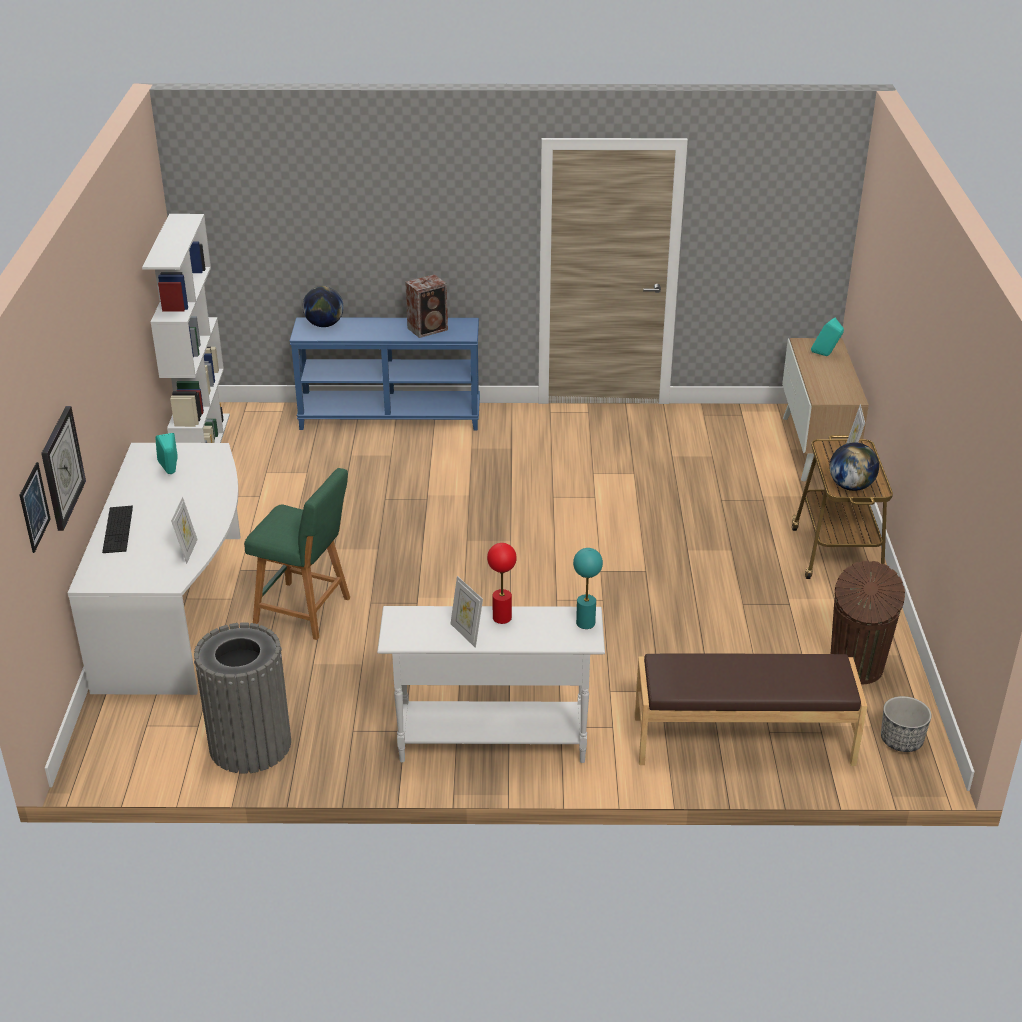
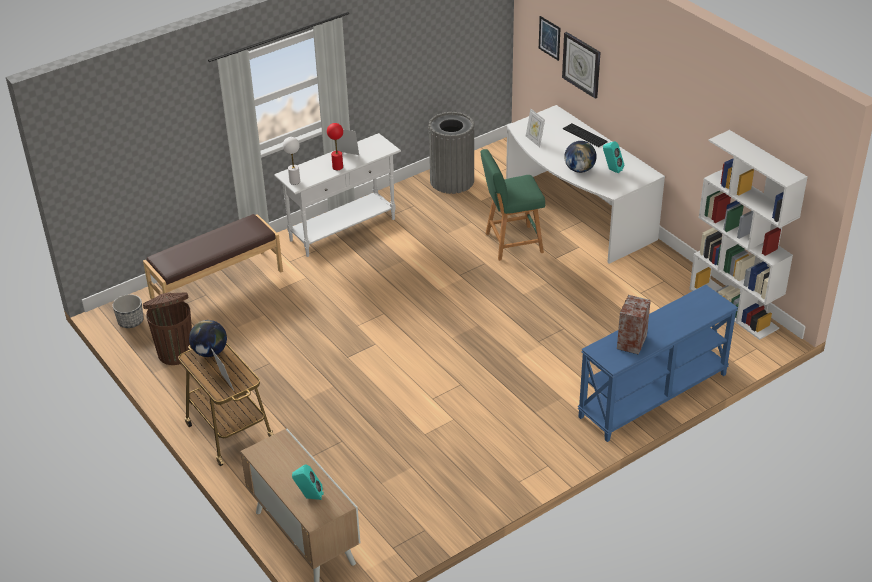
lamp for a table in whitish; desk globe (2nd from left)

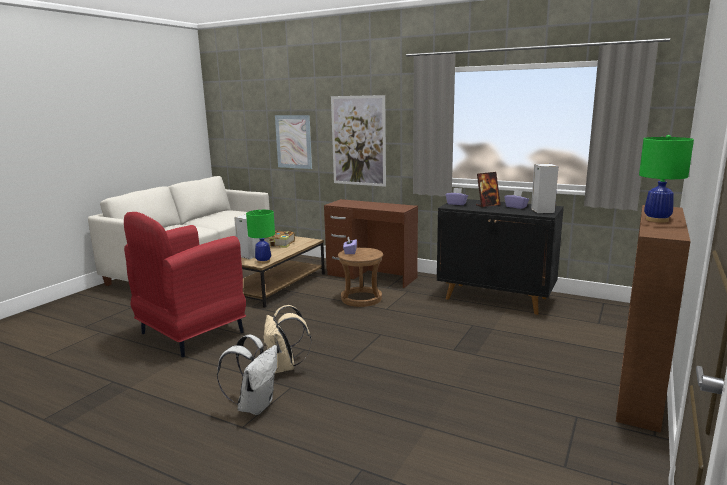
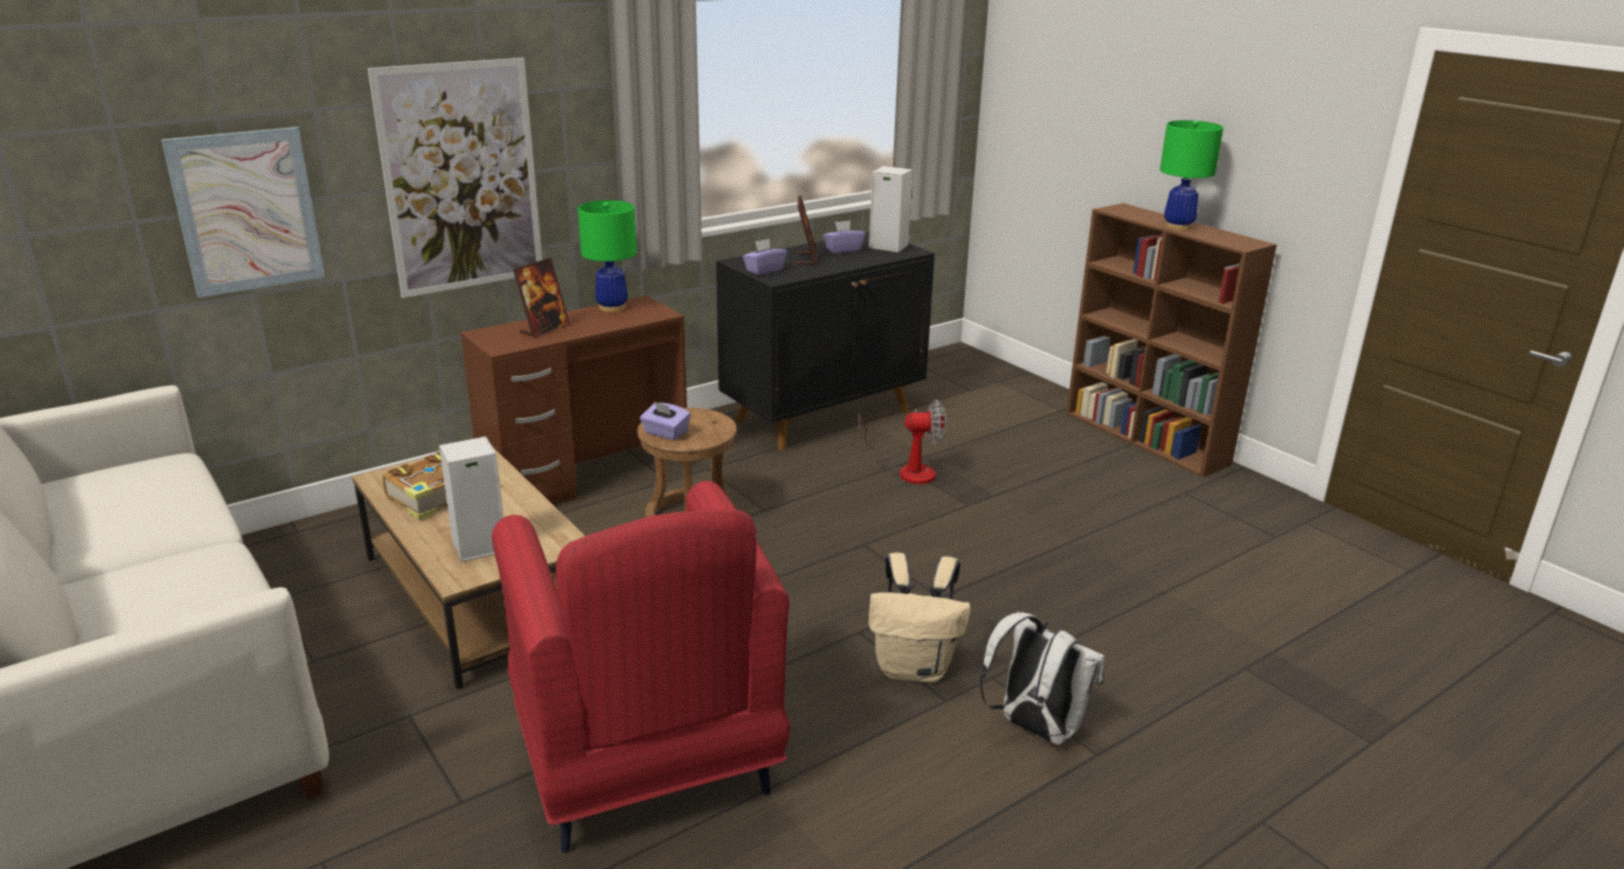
photo frame (1st from left); lamp for a table in green (1st from left); cooling fan

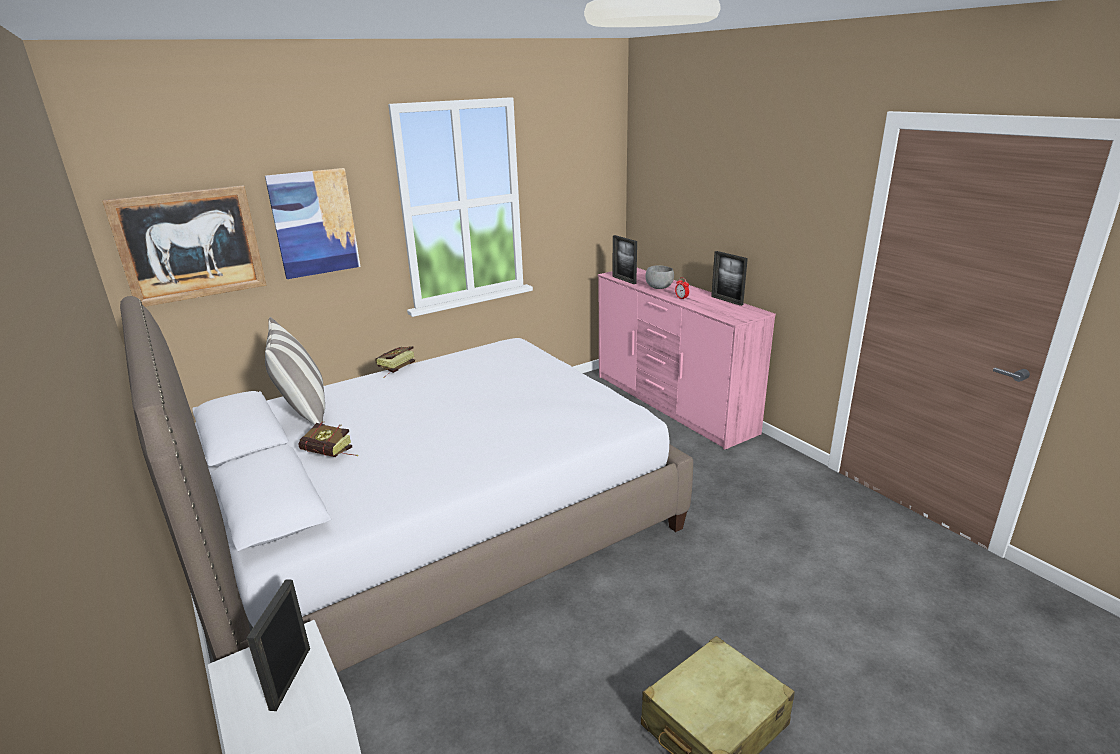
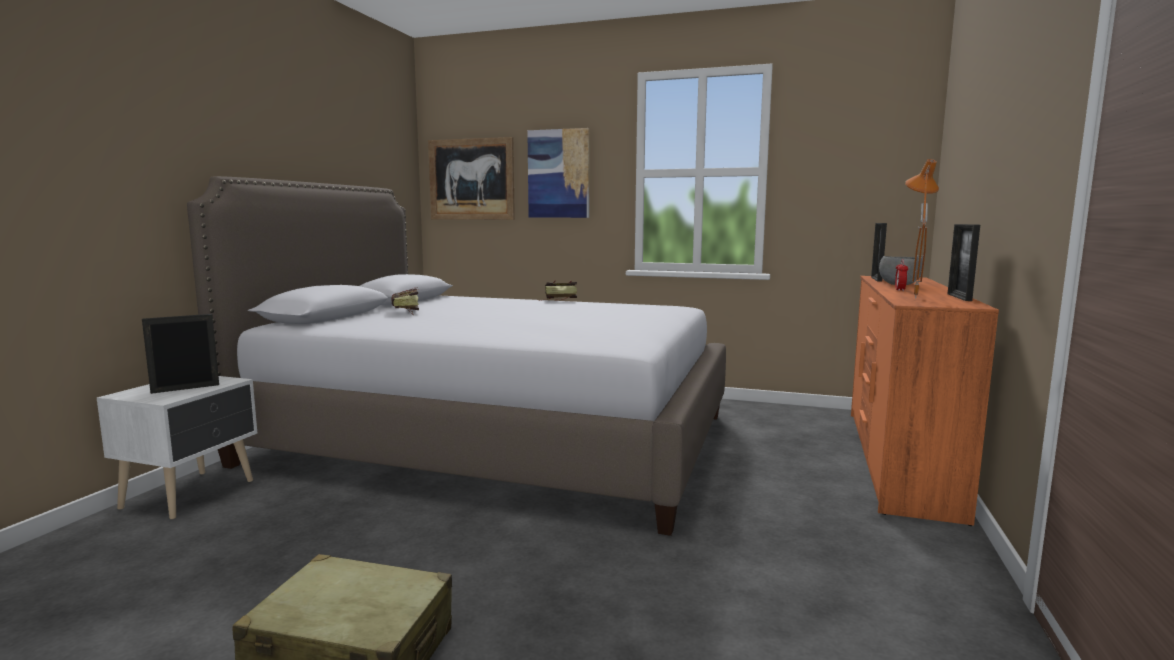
chest of drawers in orange; lamp for a table in orange; cushion

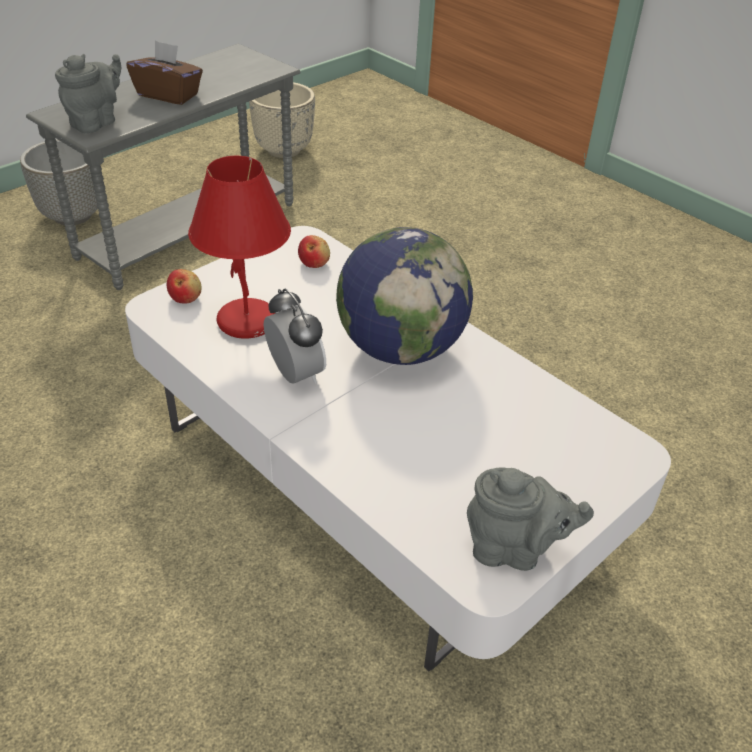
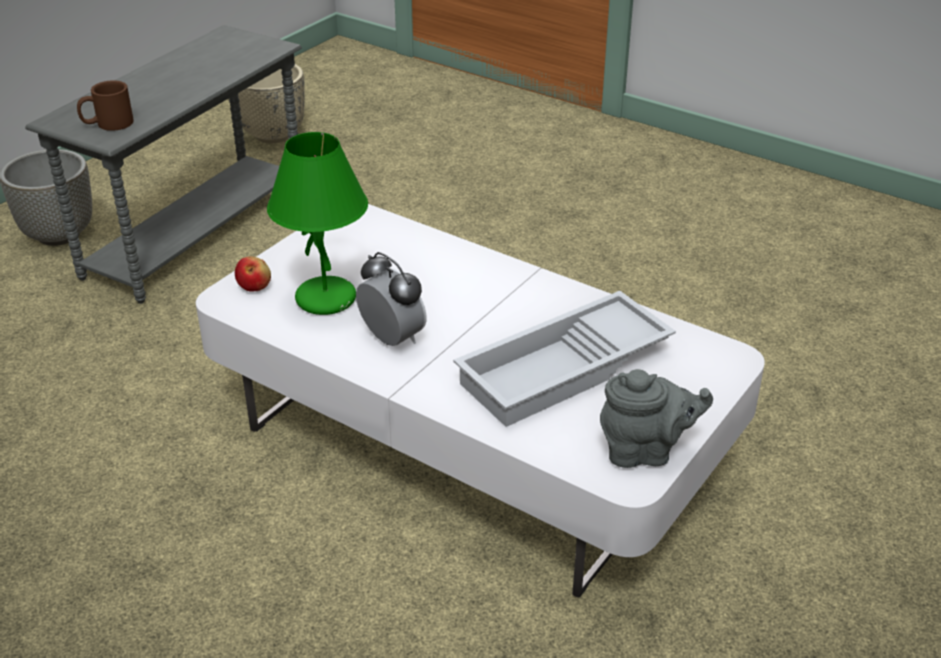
coffee mug in brownish; lamp for a table in green; tray in whitish; box of tissues in brownish; apple fruit (2nd from left in the first image); desk globe

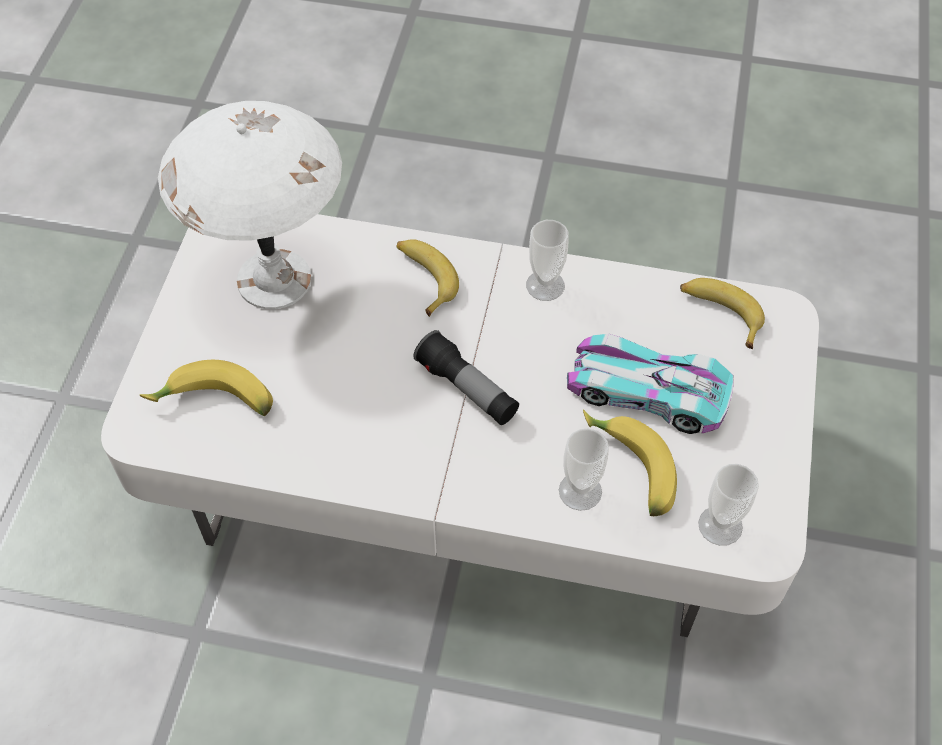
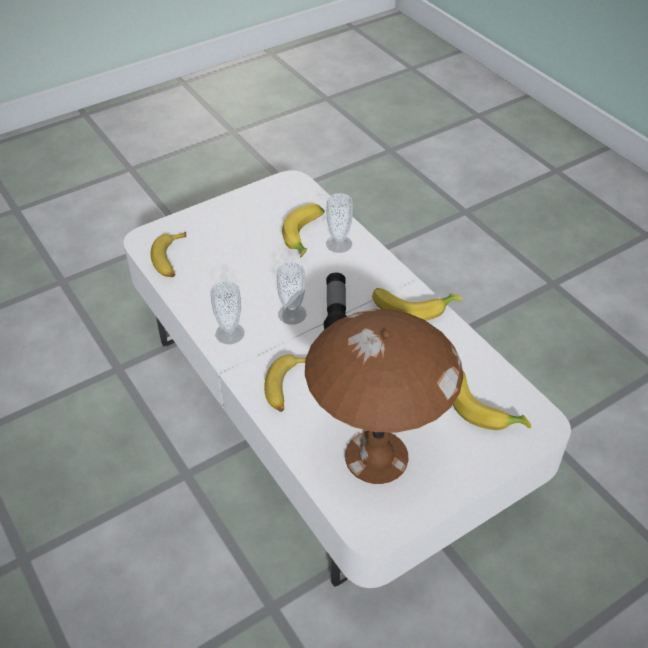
drinking cup (2nd from left); lamp for a table in brownish; whole banana (4th from left); toy car

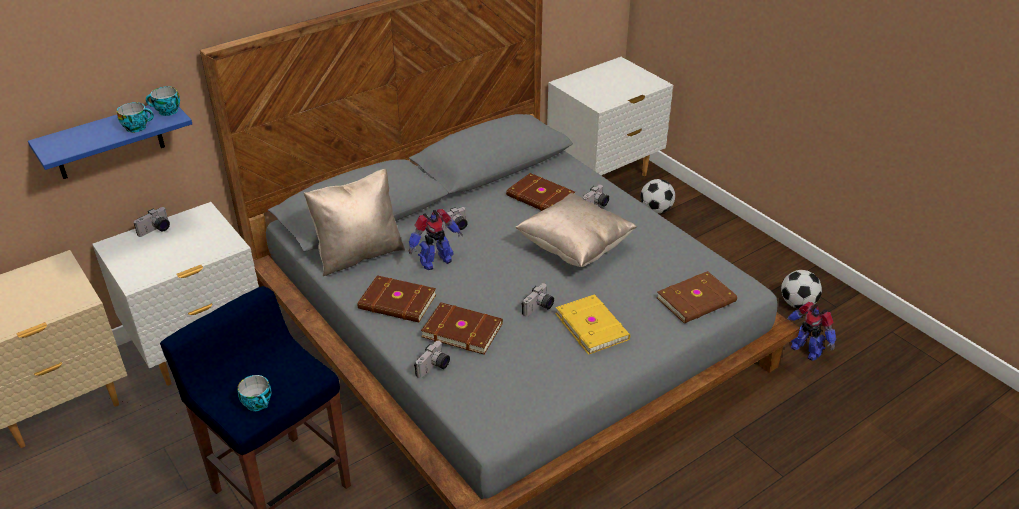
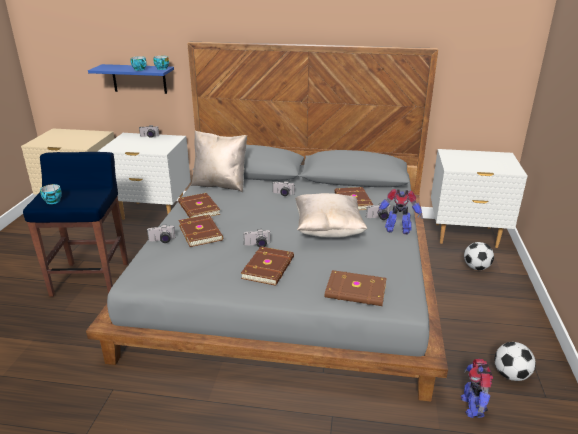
volume in brownish (3rd from left); model robot (1st from left)

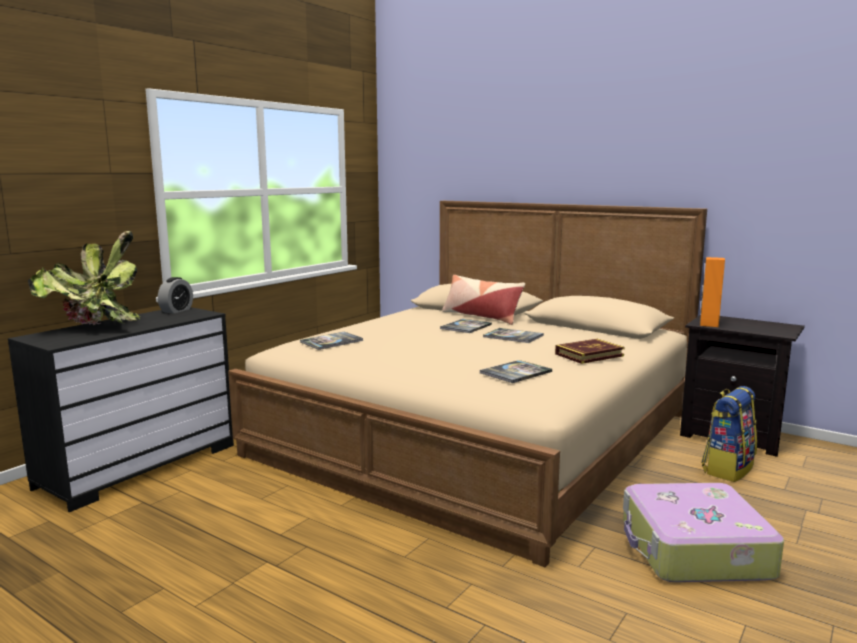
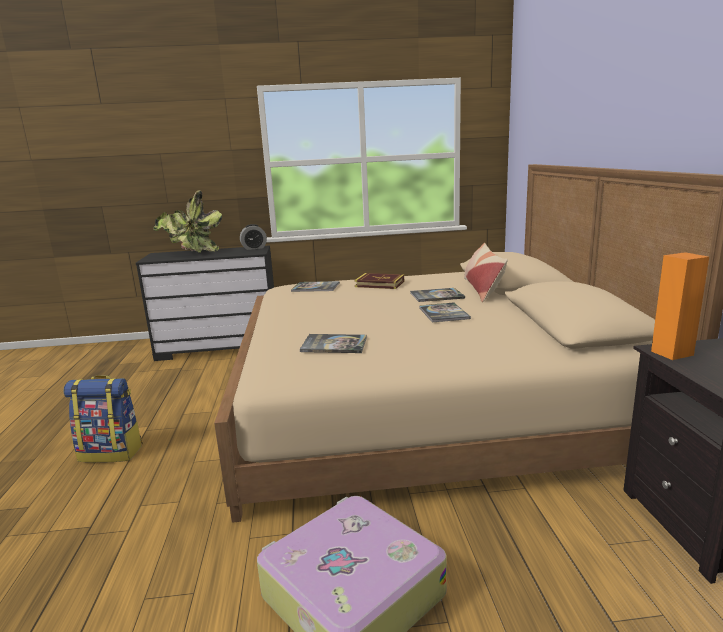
rucksack; volume (3rd from left)

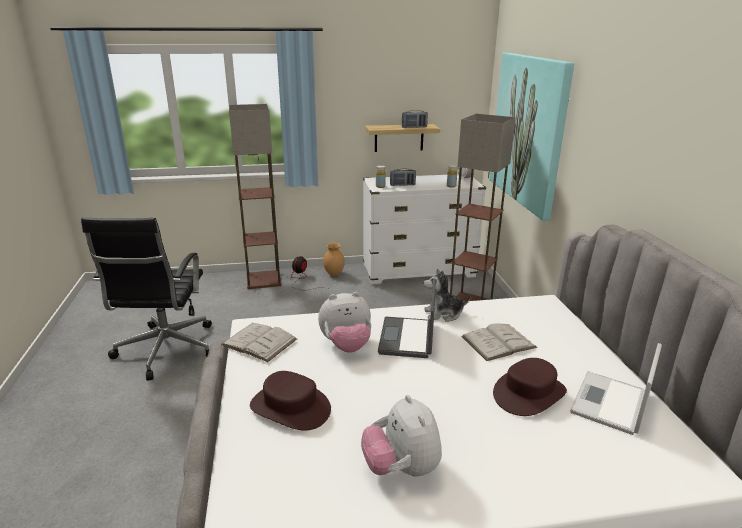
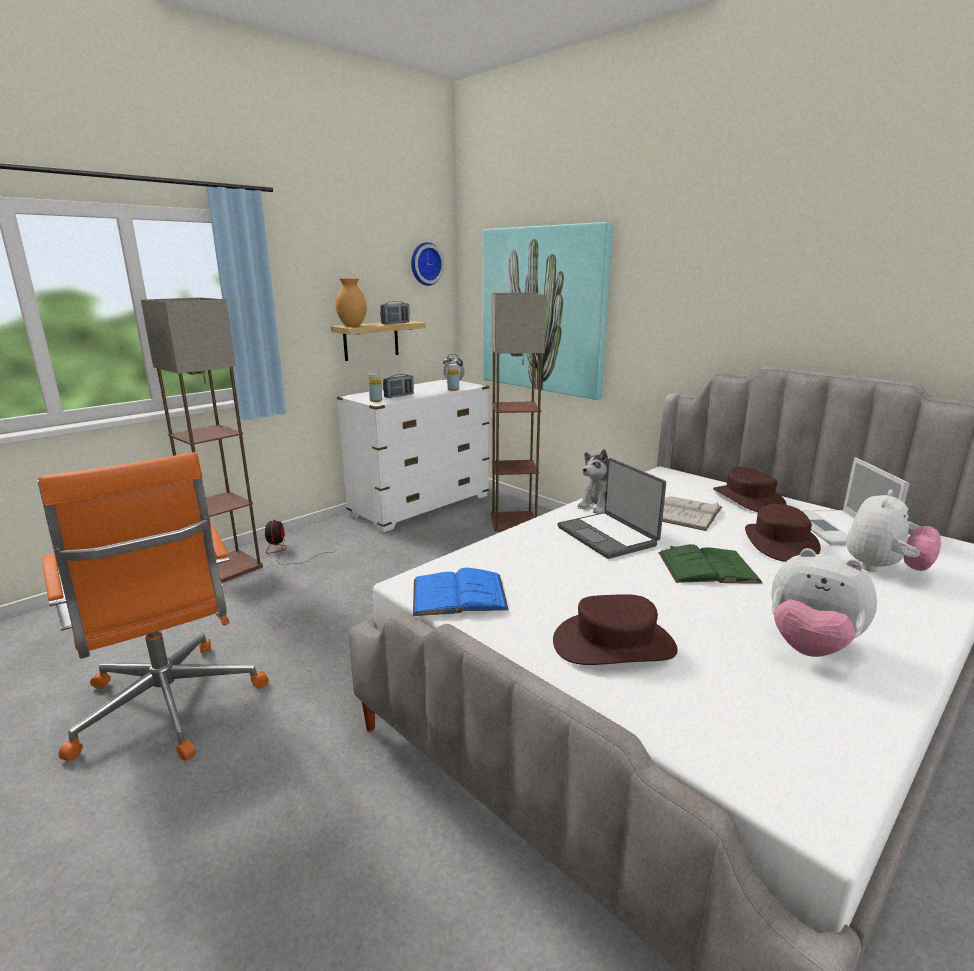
computer chair in orange; vase in brownish; wall clock; volume in blue; volume in green; wearable hat in brownish (2nd from left); cuddly toy (3rd from left)

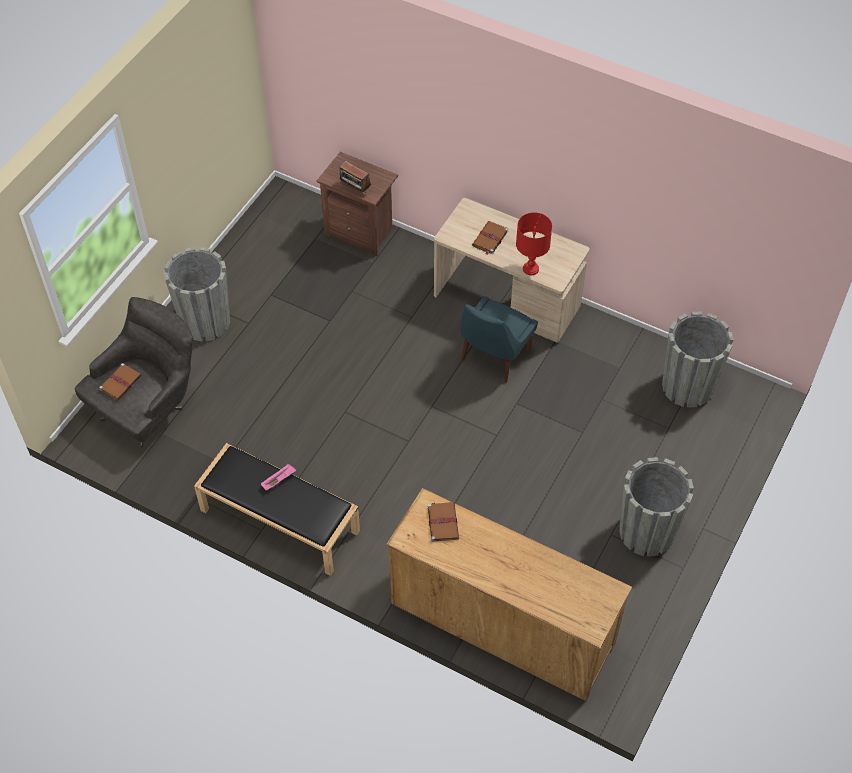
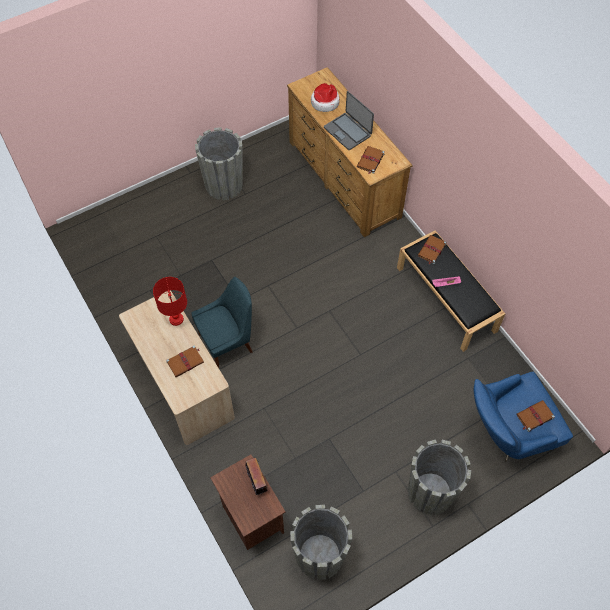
flower pot in gray (2nd from left); wearable hat; portable computer; volume in brownish (3rd from left); armchair in blue

